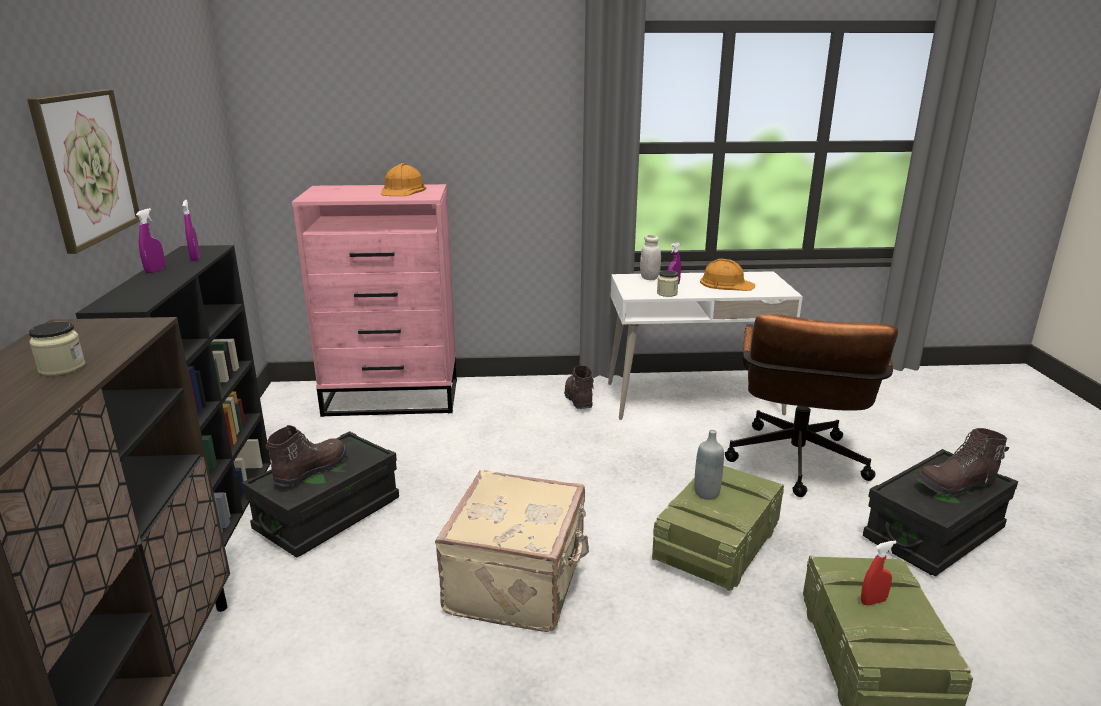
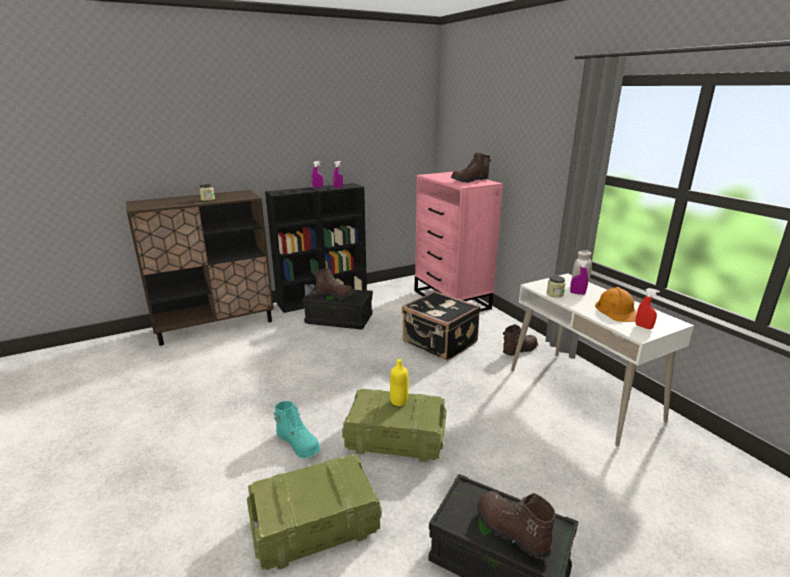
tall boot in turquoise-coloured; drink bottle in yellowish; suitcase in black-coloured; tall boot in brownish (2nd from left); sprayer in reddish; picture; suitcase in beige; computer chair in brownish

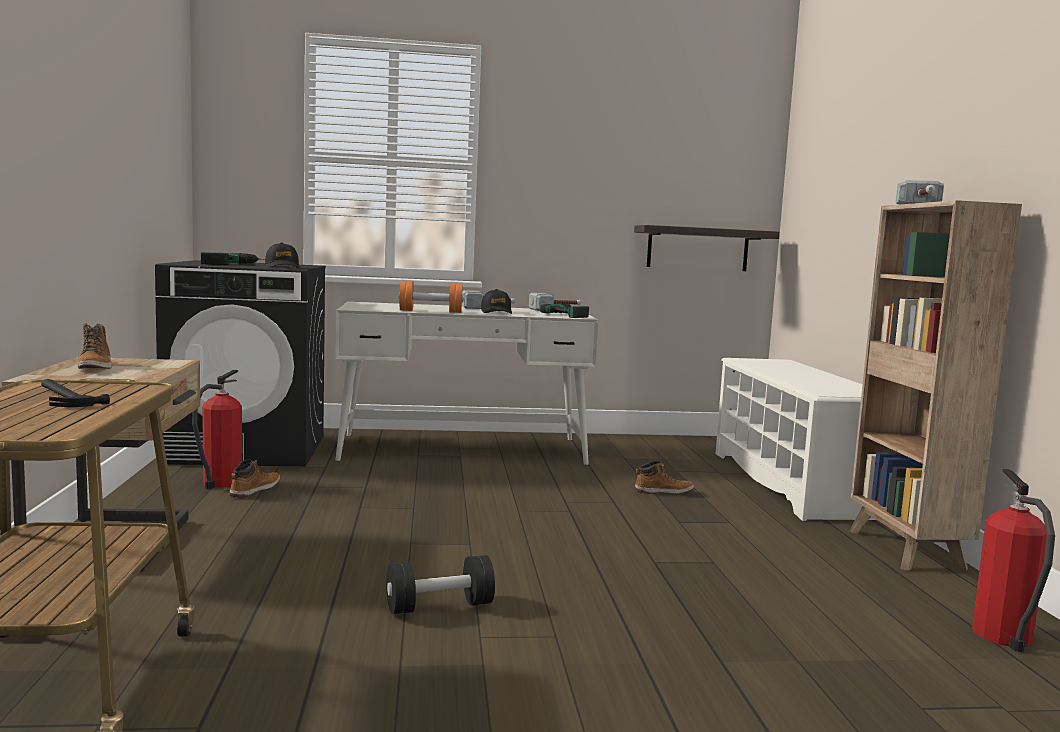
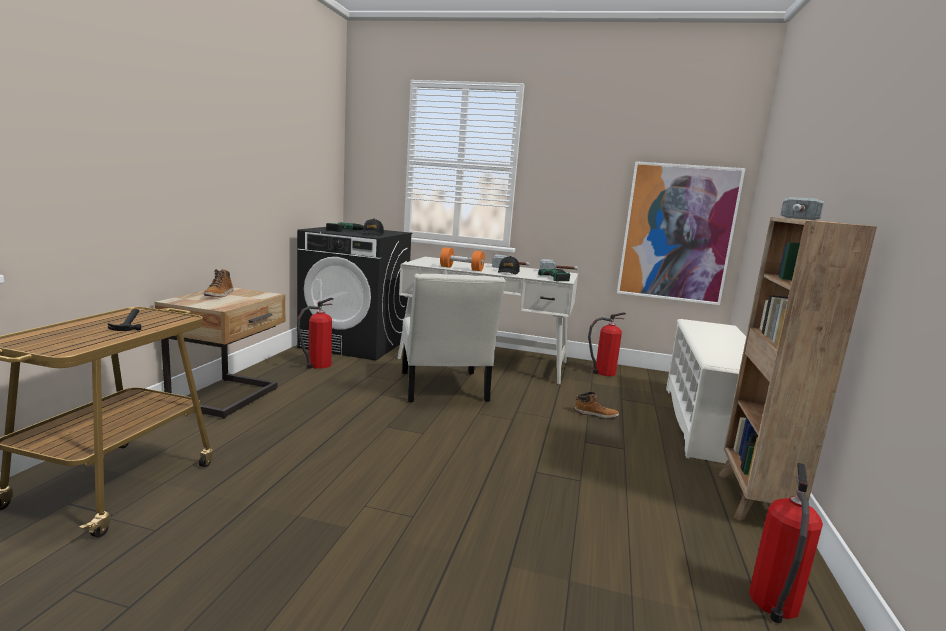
upright chair in whitish; fire-fighting cylinder (2nd from left); picture; tall boot (2nd from left in the first image); hand weight in black-coloured

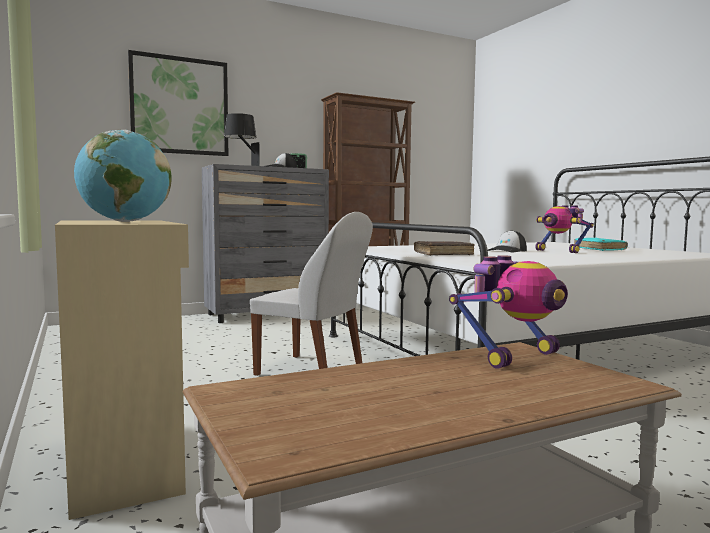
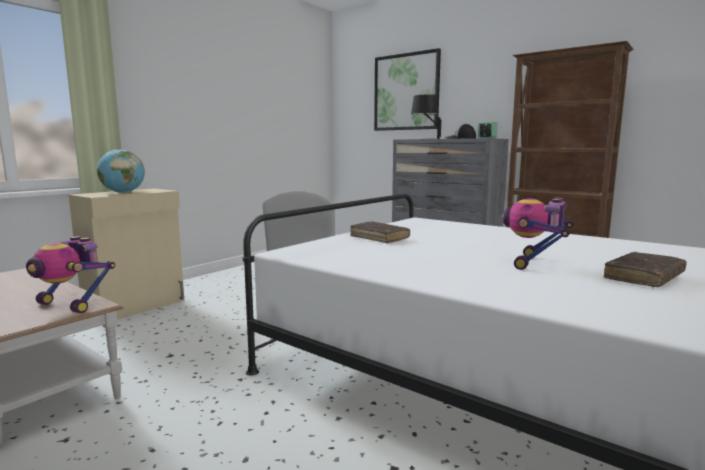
volume in brownish (2nd from left); cap (2nd from left in the first image)

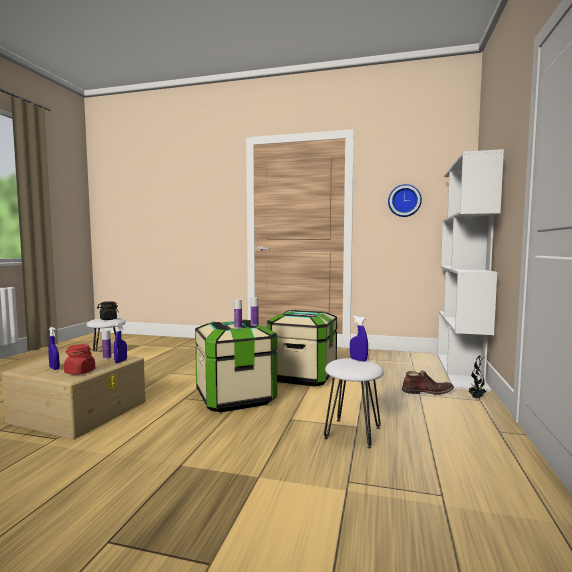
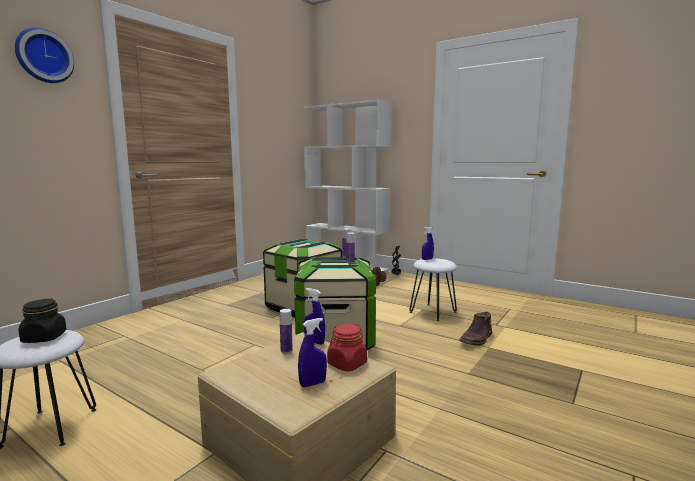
wall clock; tall boot in brownish (2nd from left)

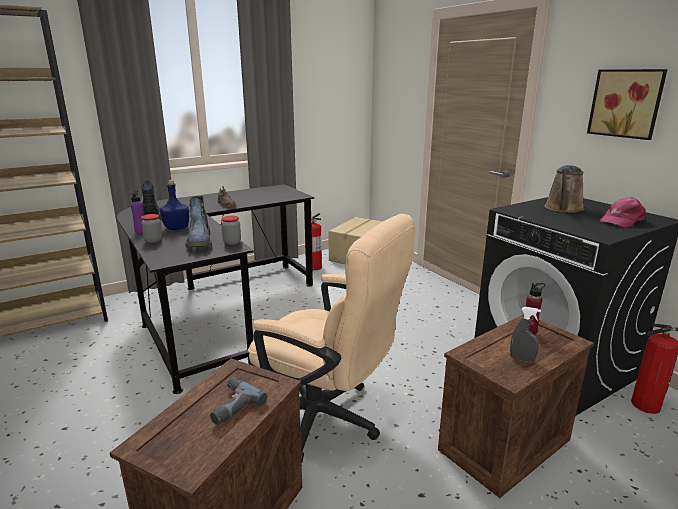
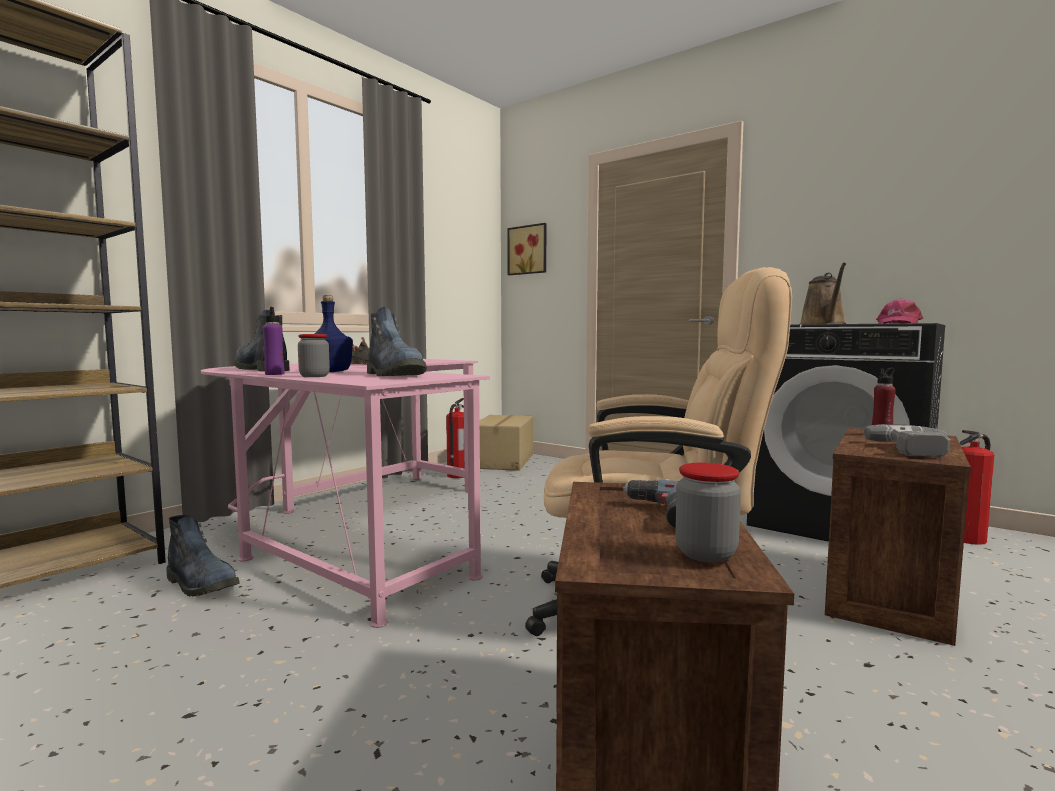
tall boot (1st from left); desk in pinkish; picture; storage jar (2nd from left); power drill (2nd from left)

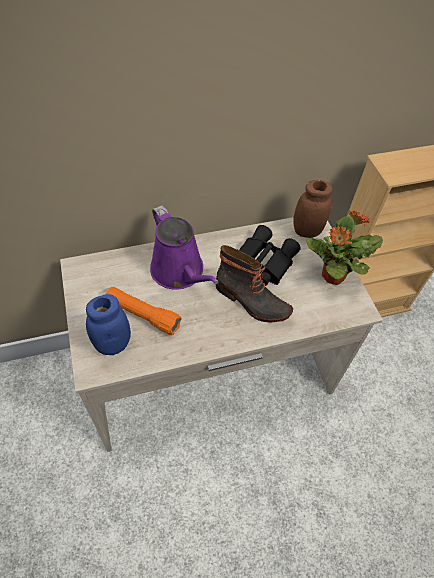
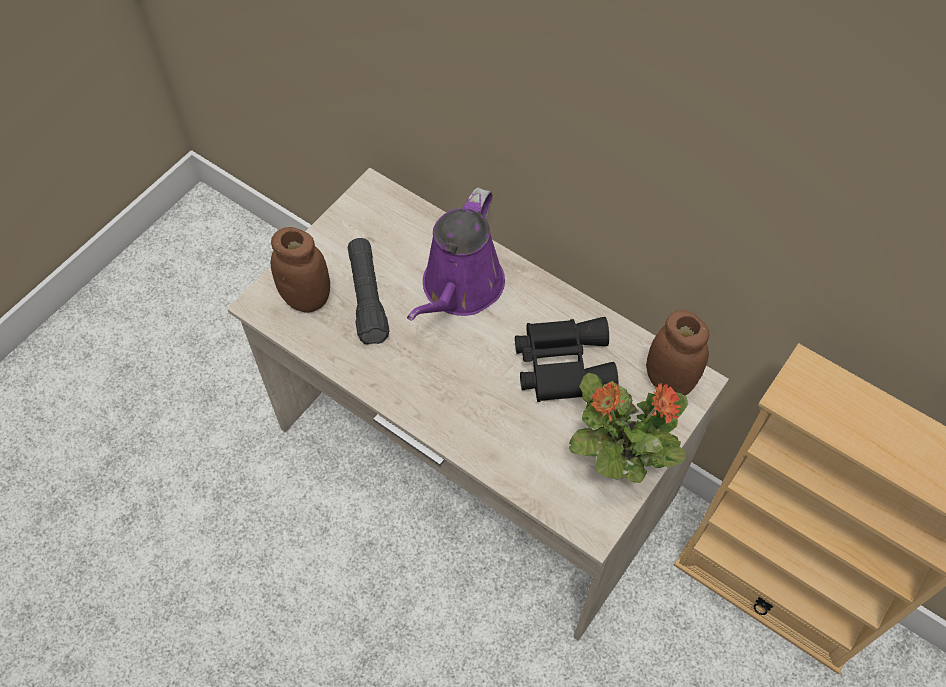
storage jar in brownish (1st from left); flashlight in black-coloured; tall boot

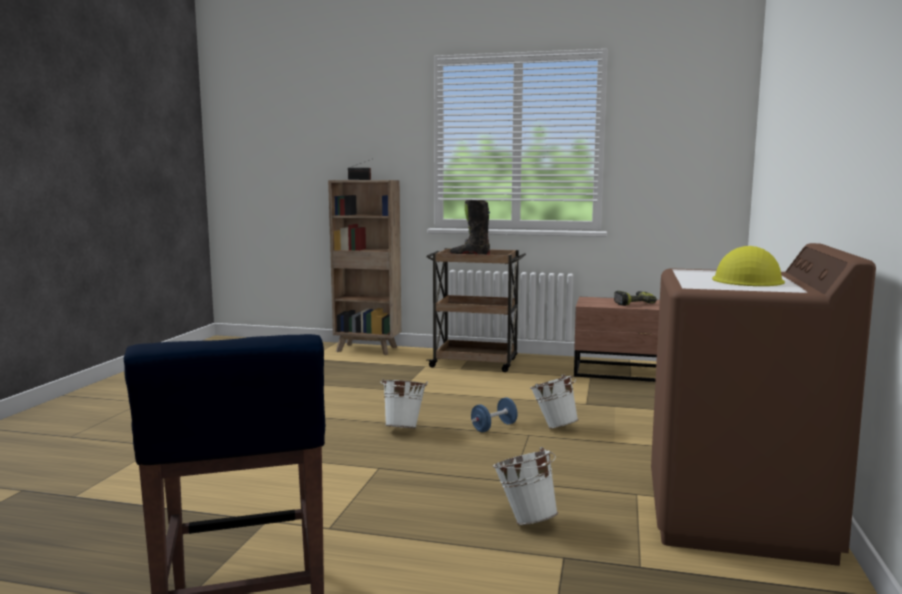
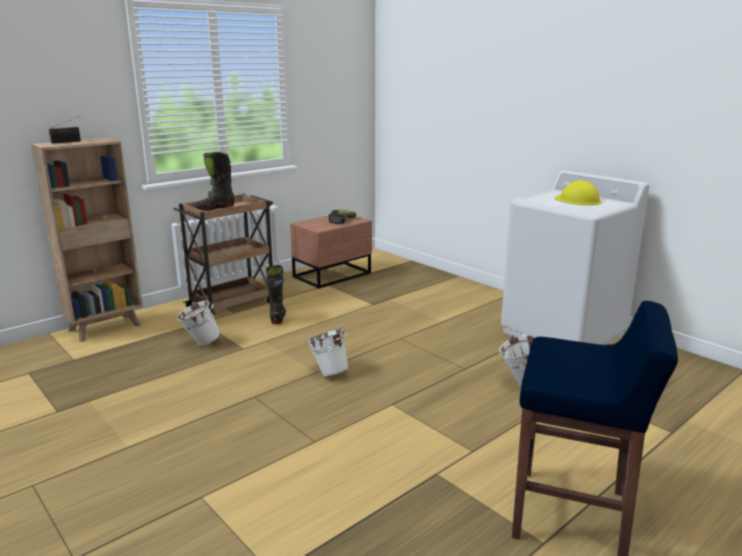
water bucket in whitish (1st from left); tall boot in black-coloured (2nd from left); laundry appliance in whitish; hand weight in blue

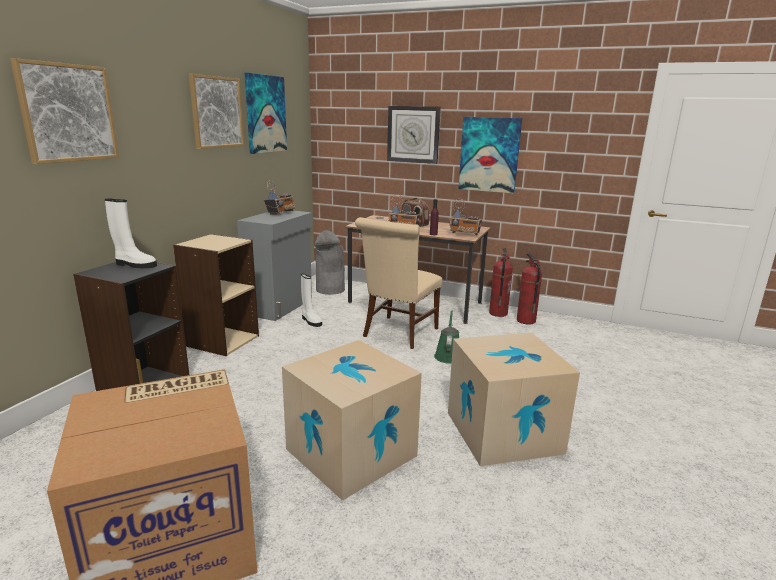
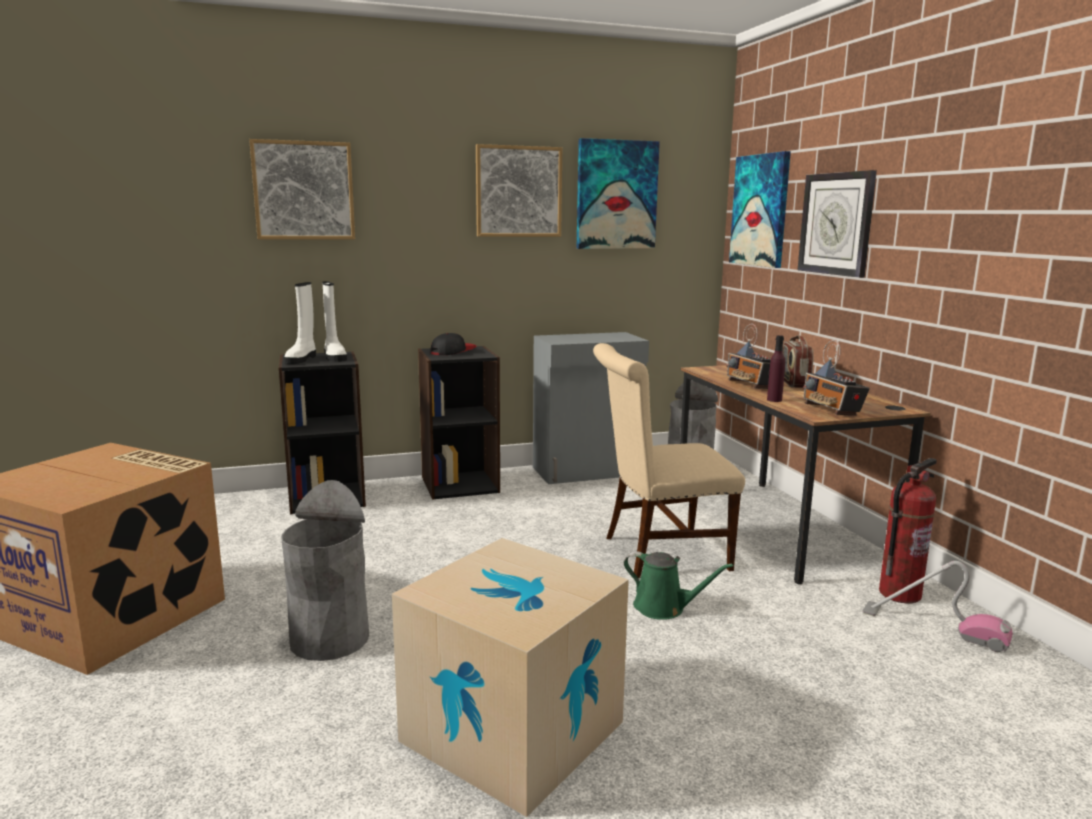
trash can in gray (1st from left); tall boot in whitish (1st from left); shelving unit in black-coloured (2nd from left); cap; watering can in green; picture (4th from left); vacuum; radio set (1st from left in the first image)

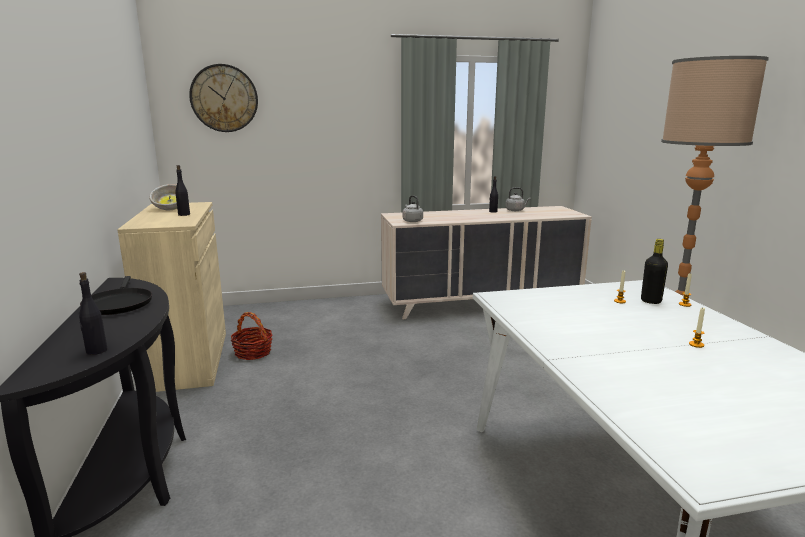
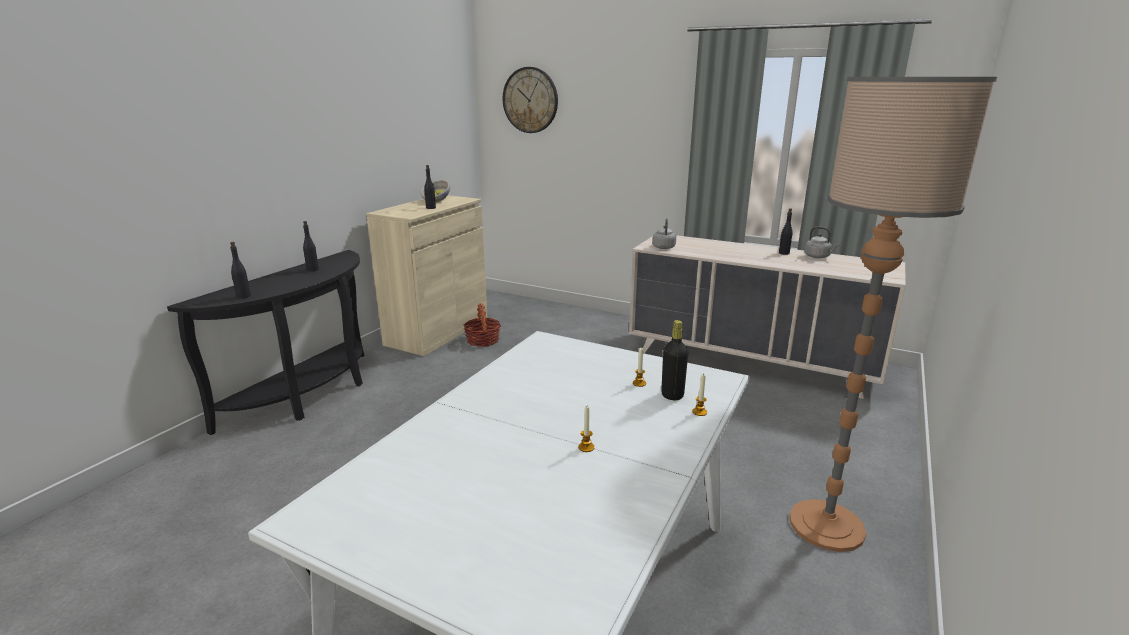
drink bottle in black-coloured (2nd from left)

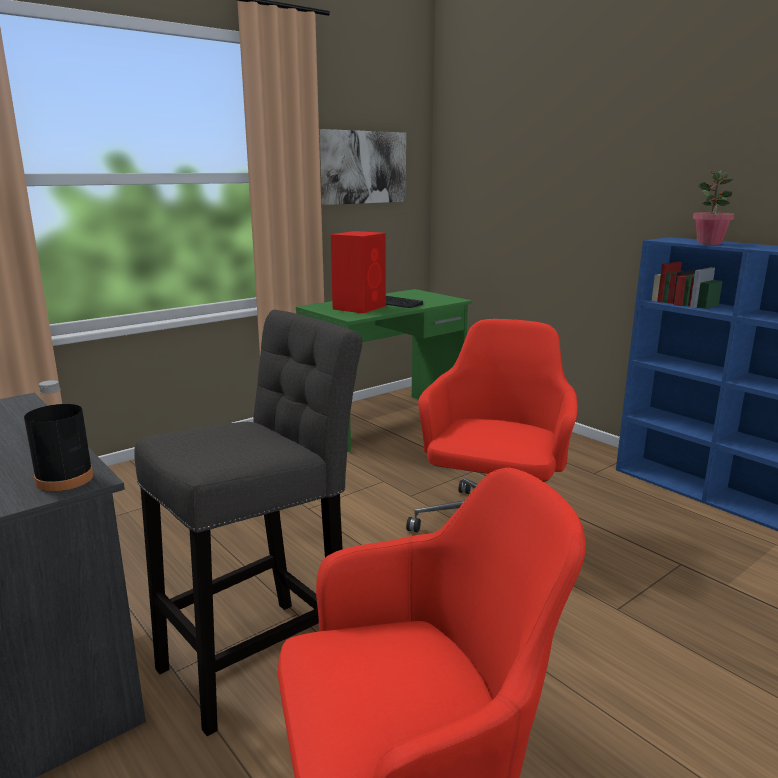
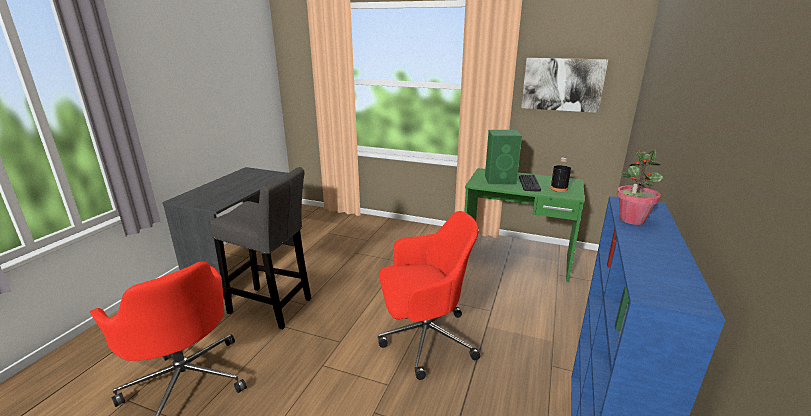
audio speaker in green; drink bottle in black-coloured

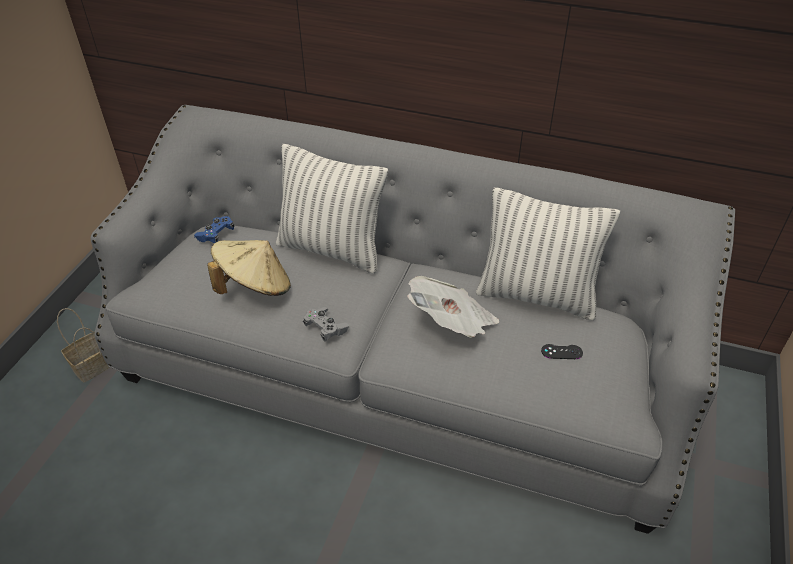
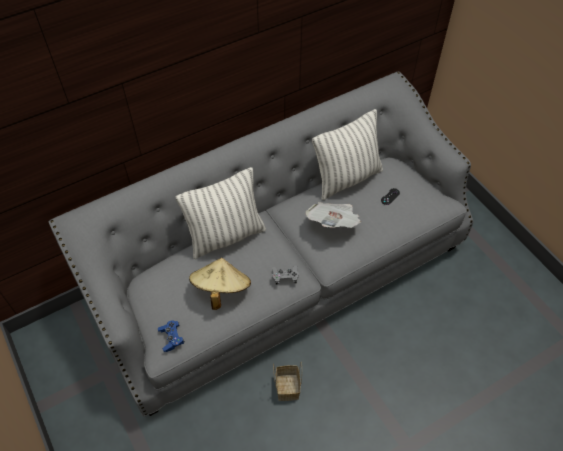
joypad in blue; household basket

